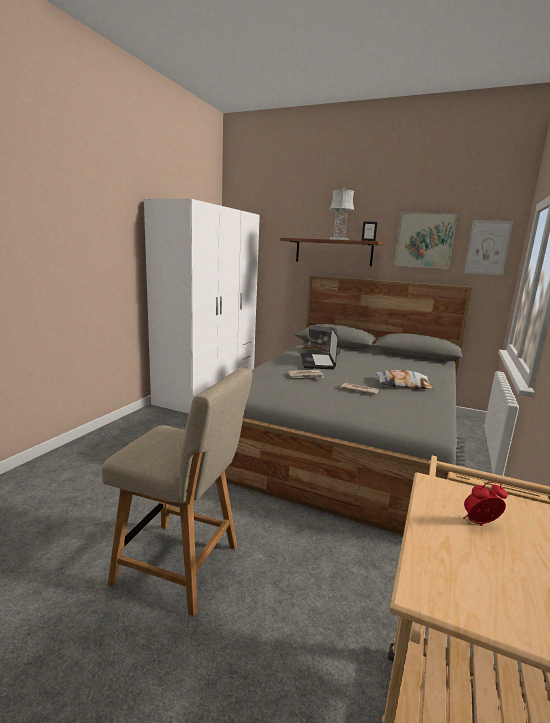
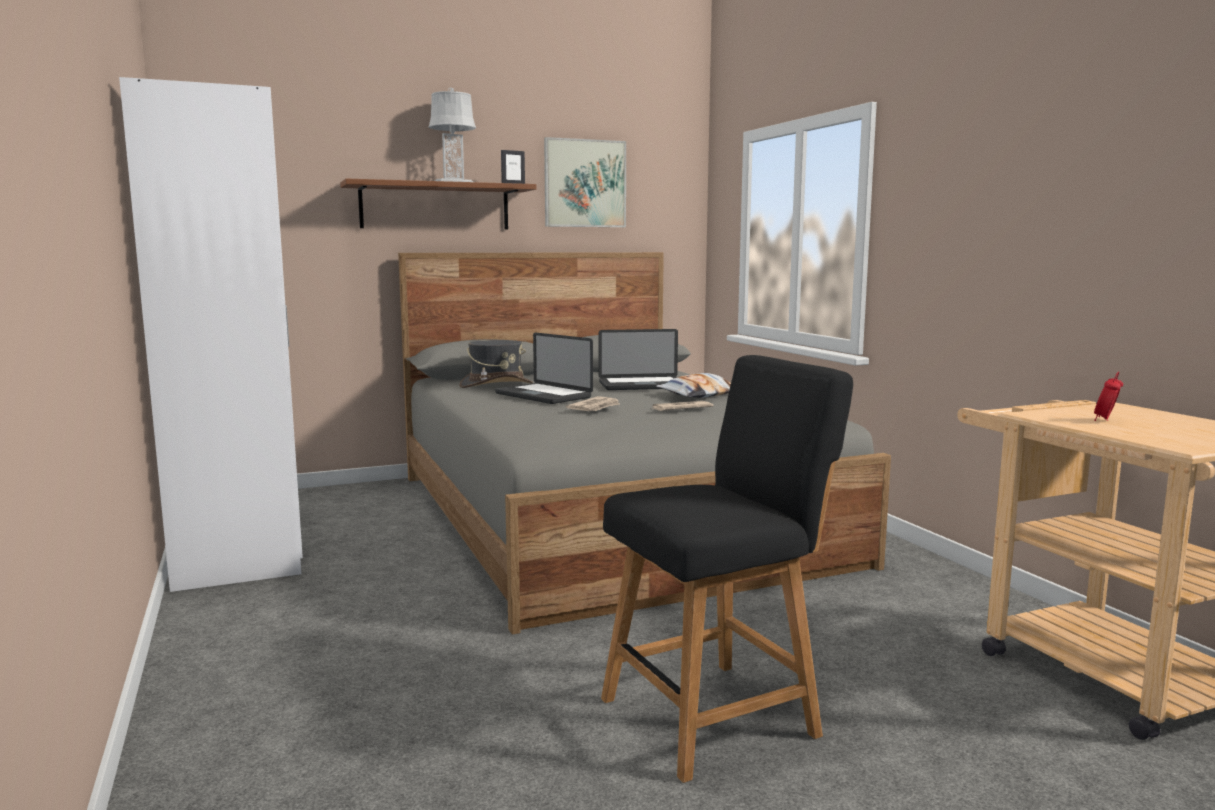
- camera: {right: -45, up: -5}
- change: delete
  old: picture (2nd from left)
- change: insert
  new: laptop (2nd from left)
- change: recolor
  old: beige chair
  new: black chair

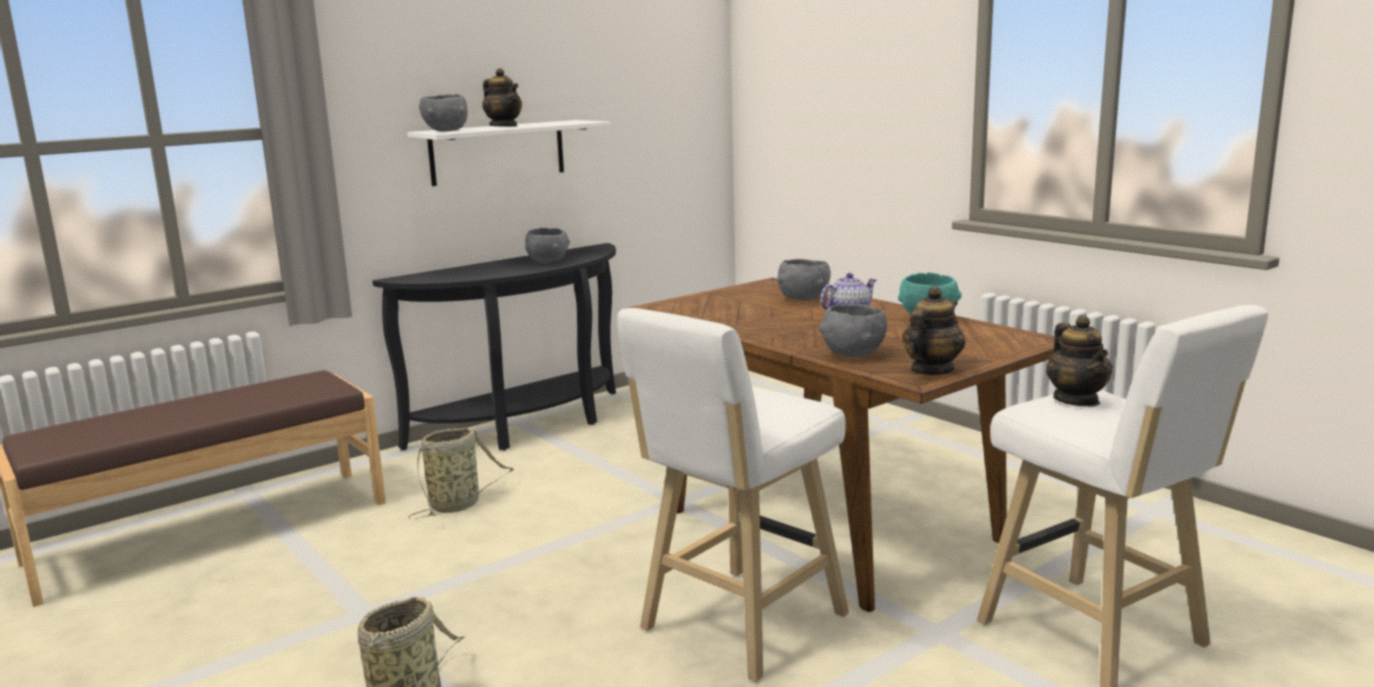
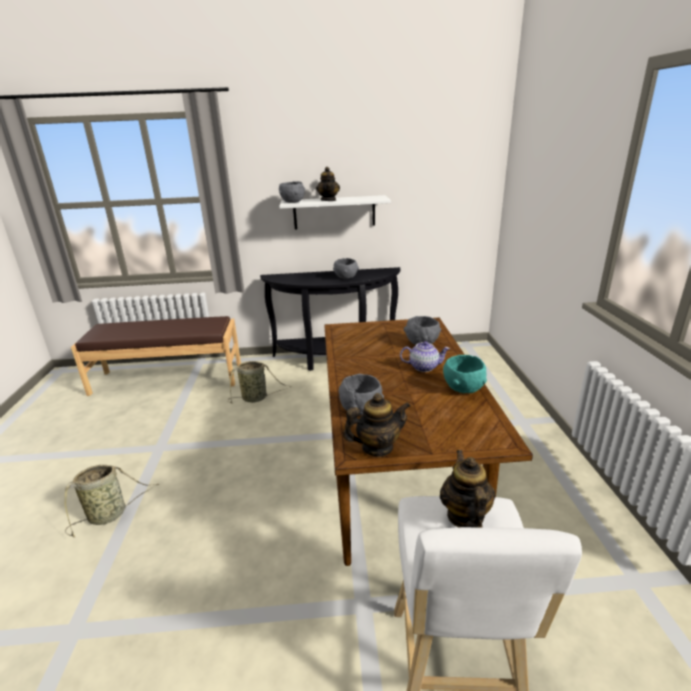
- camera: {right: 35, up: 10}
- change: delete
  old: white stool (1st from left)
- change: rotate
  old: teapot (4th from left)
  degrees: 150

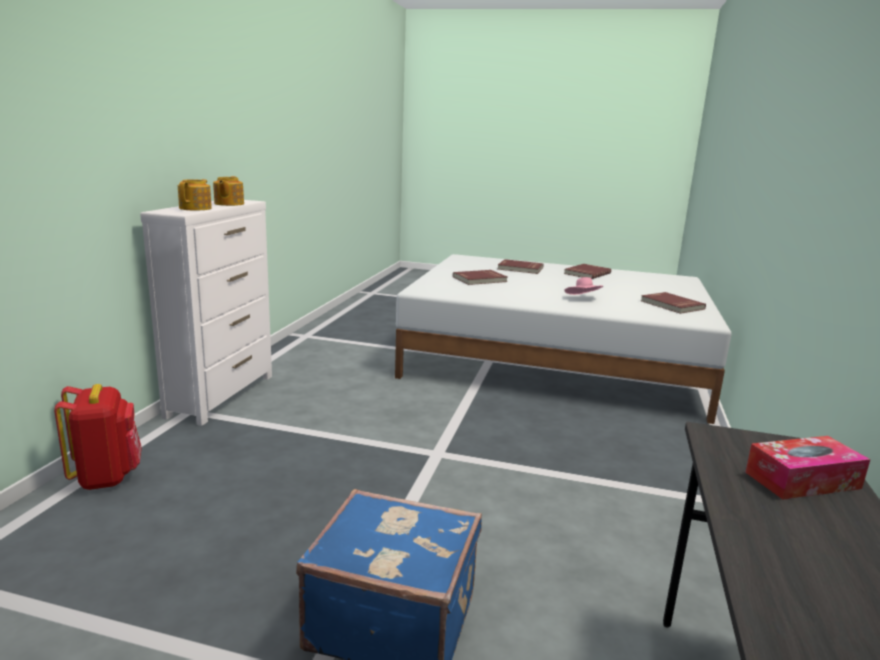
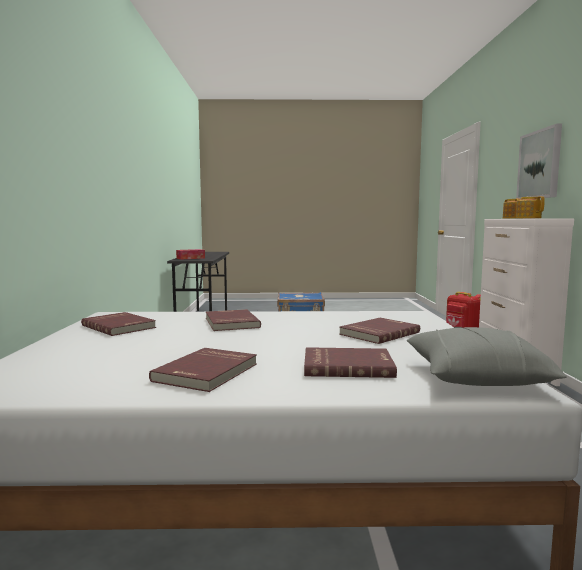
- camera: {right: 165, up: -10}
- change: insert
  new: grey pillow
- change: insert
  new: picture
- change: replace
  old: pink hat
  new: red book (3rd from left)

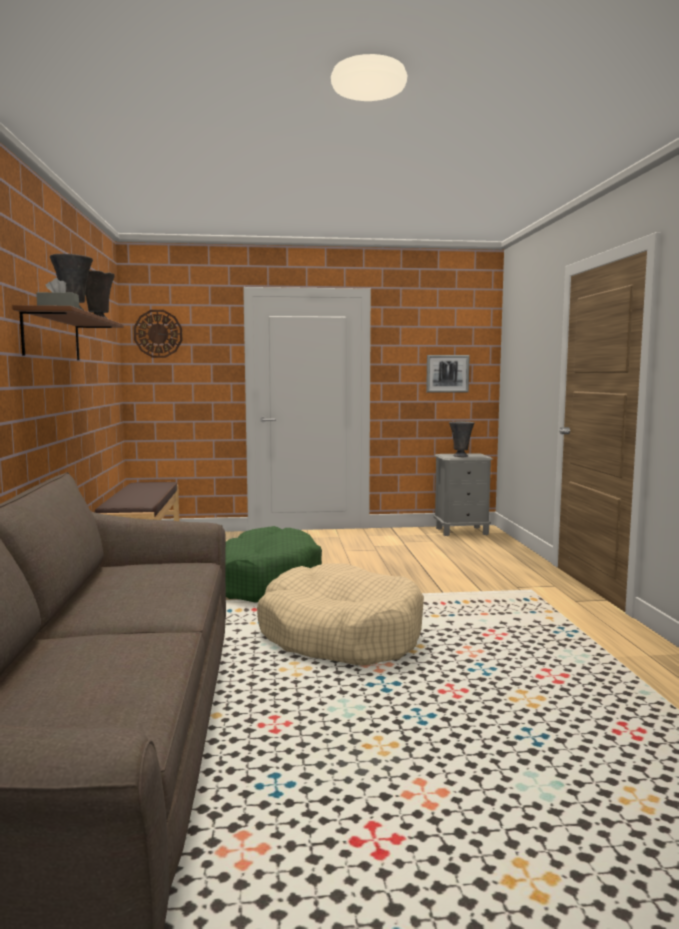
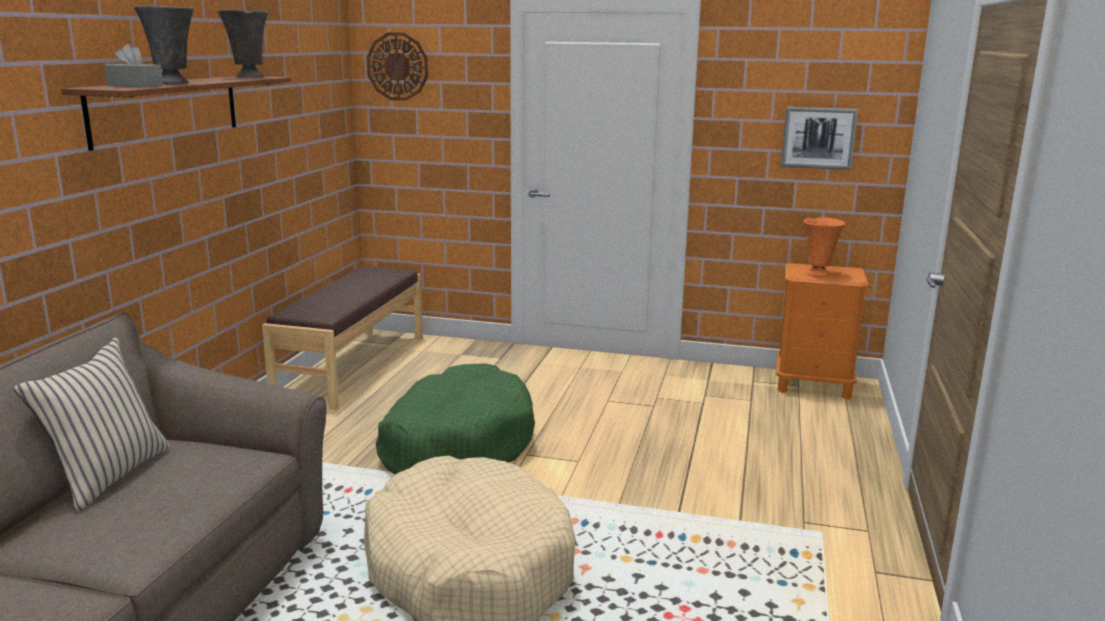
- camera: {right: 20, up: 10}
- change: insert
  new: beige pillow
- change: recolor
  old: grey nightstand
  new: orange nightstand
- change: recolor
  old: grey vase (3rd from left)
  new: orange vase

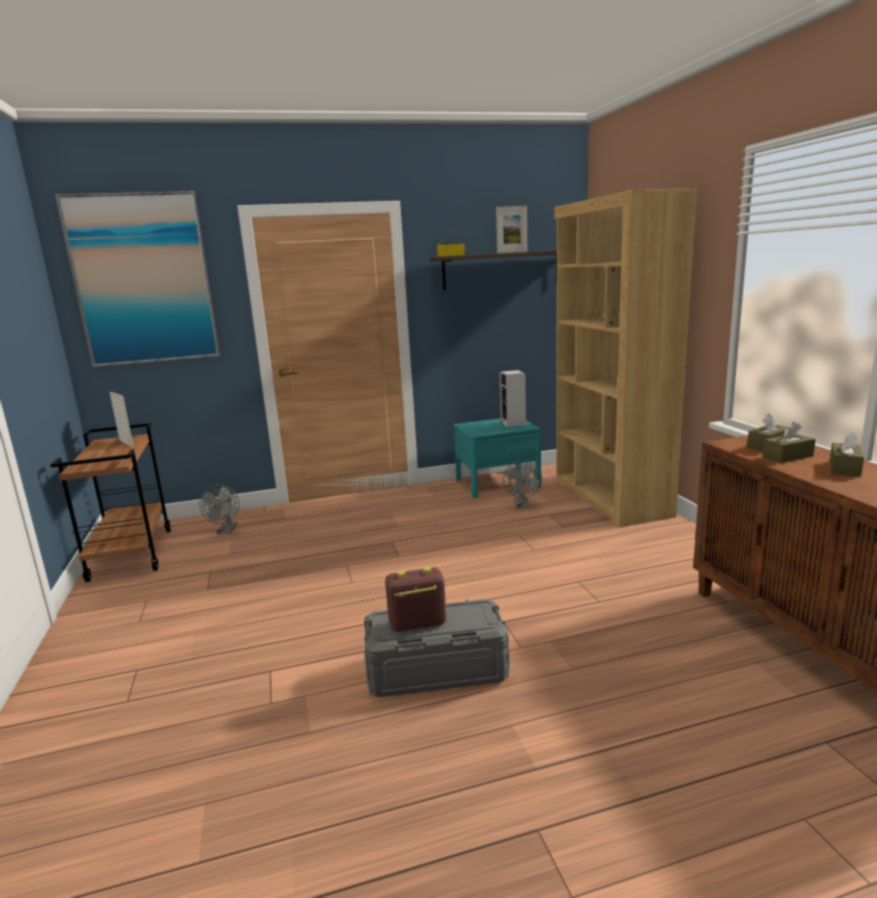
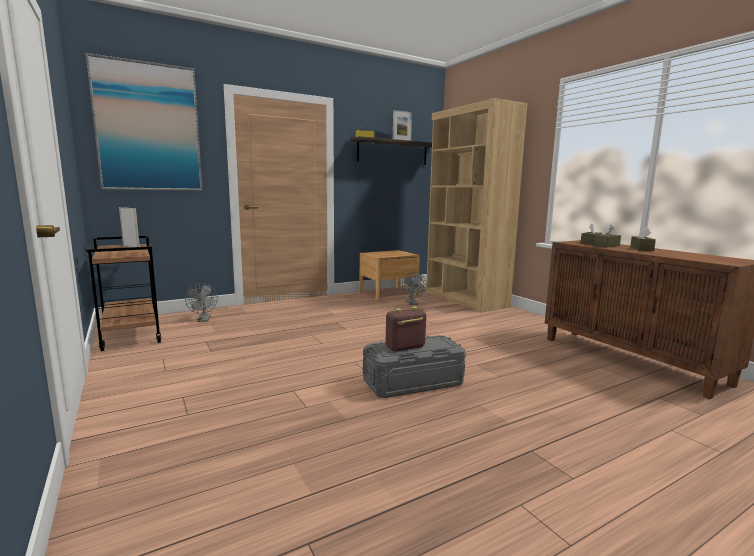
- camera: {right: -15, up: -5}
- change: delete
  old: speaker
- change: recolor
  old: turquoise nightstand
  new: brown nightstand

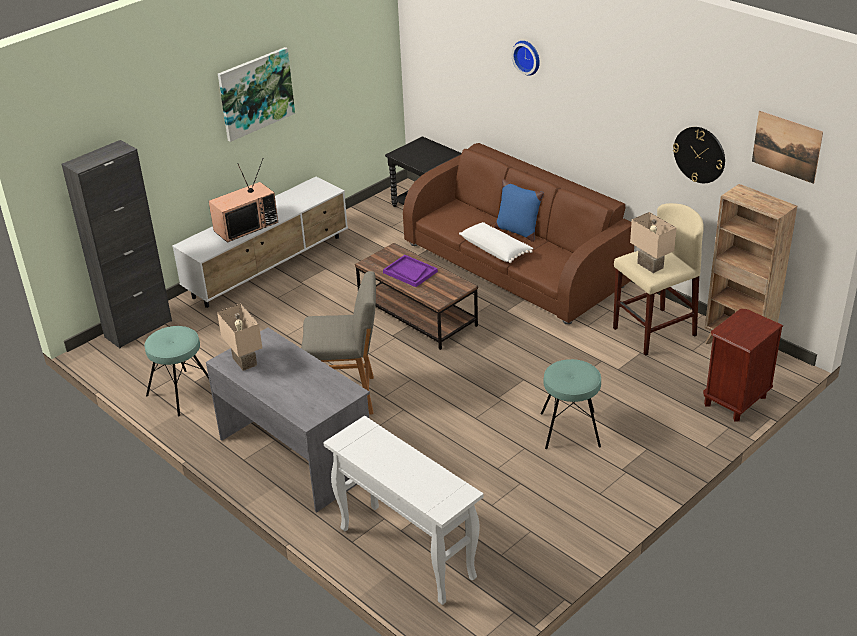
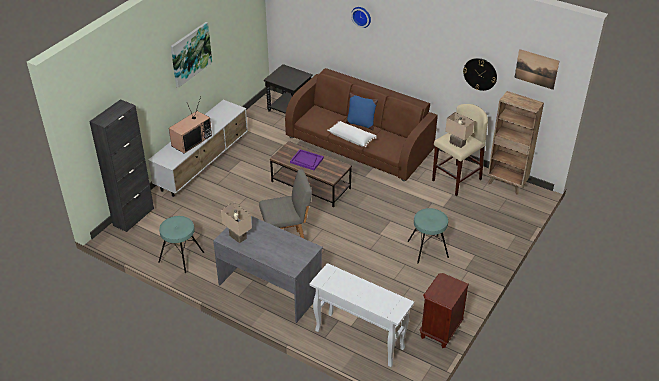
- camera: {right: -15, up: 5}
- change: move
  old: brown nightstand

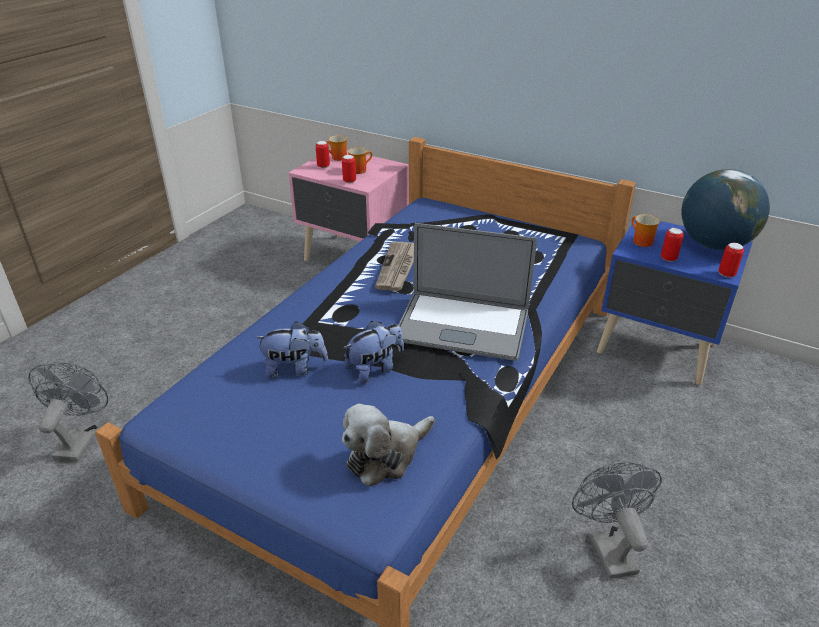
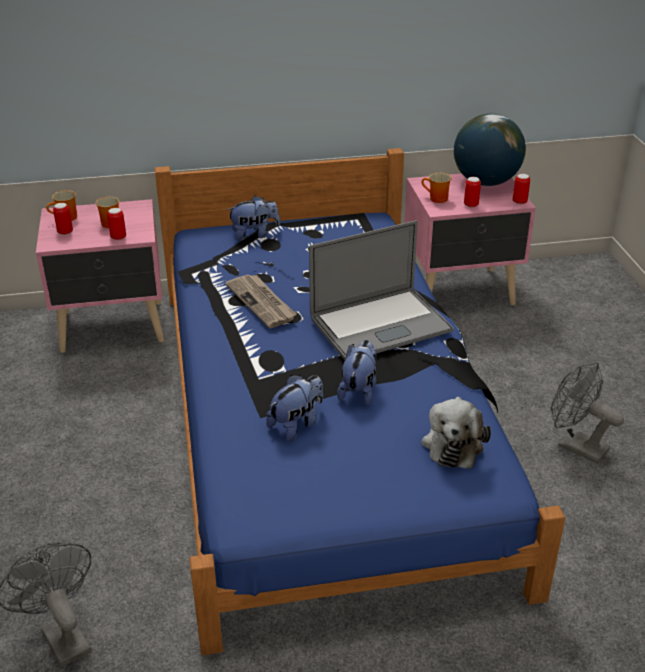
- camera: {right: -40, up: 0}
- change: insert
  new: plush toy (1st from left)
- change: recolor
  old: blue nightstand
  new: pink nightstand (2nd from left)

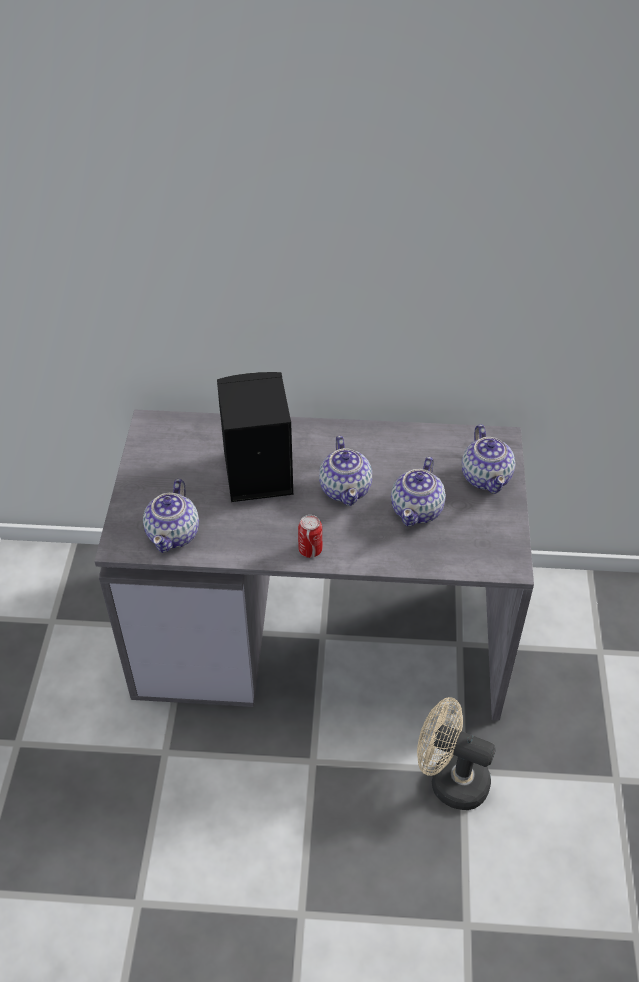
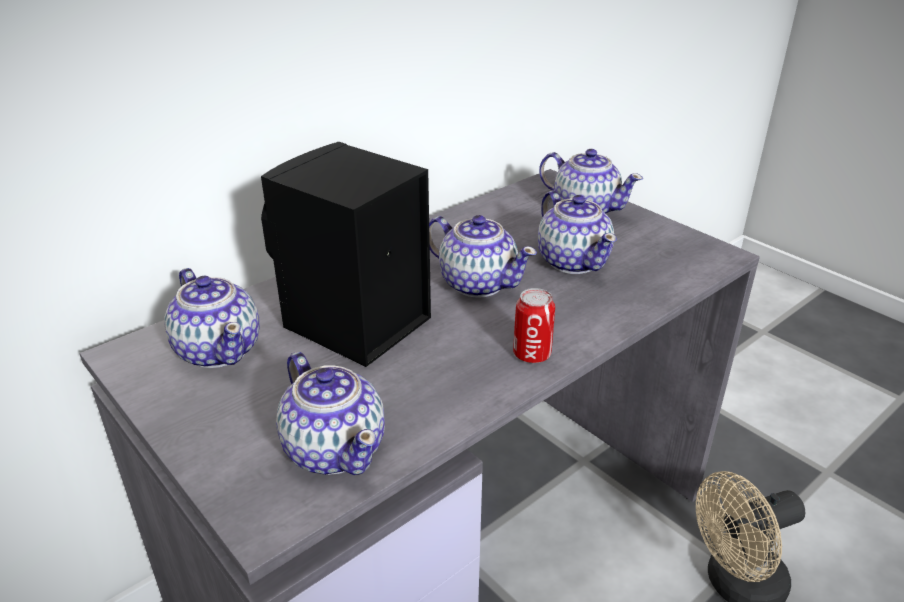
- camera: {right: -45, up: -15}
- change: insert
  new: teapot (1st from left)

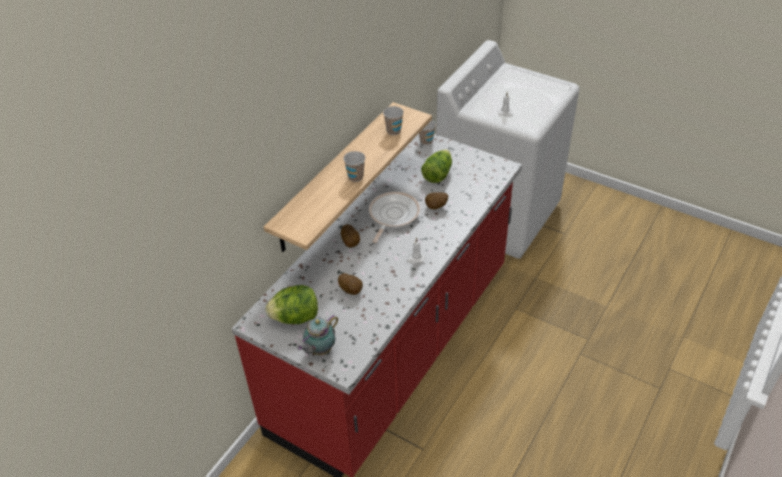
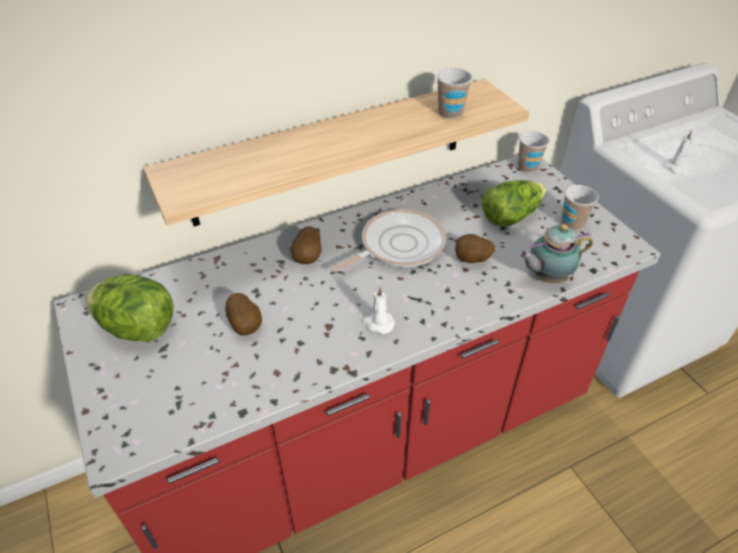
- camera: {right: 30, up: 0}
- change: move
  old: teapot
- change: move
  old: cup (1st from left in the first image)
  new: cup (3rd from left)

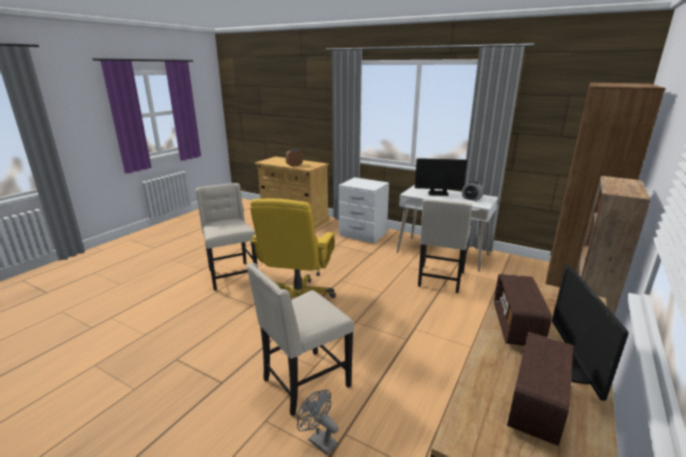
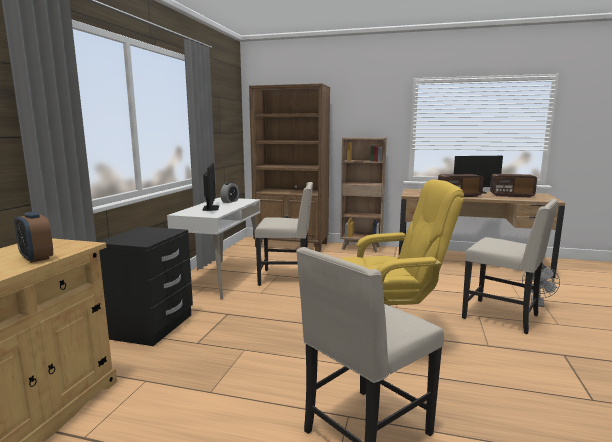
- camera: {right: -105, up: -10}
- change: recolor
  old: white nightstand
  new: black nightstand

